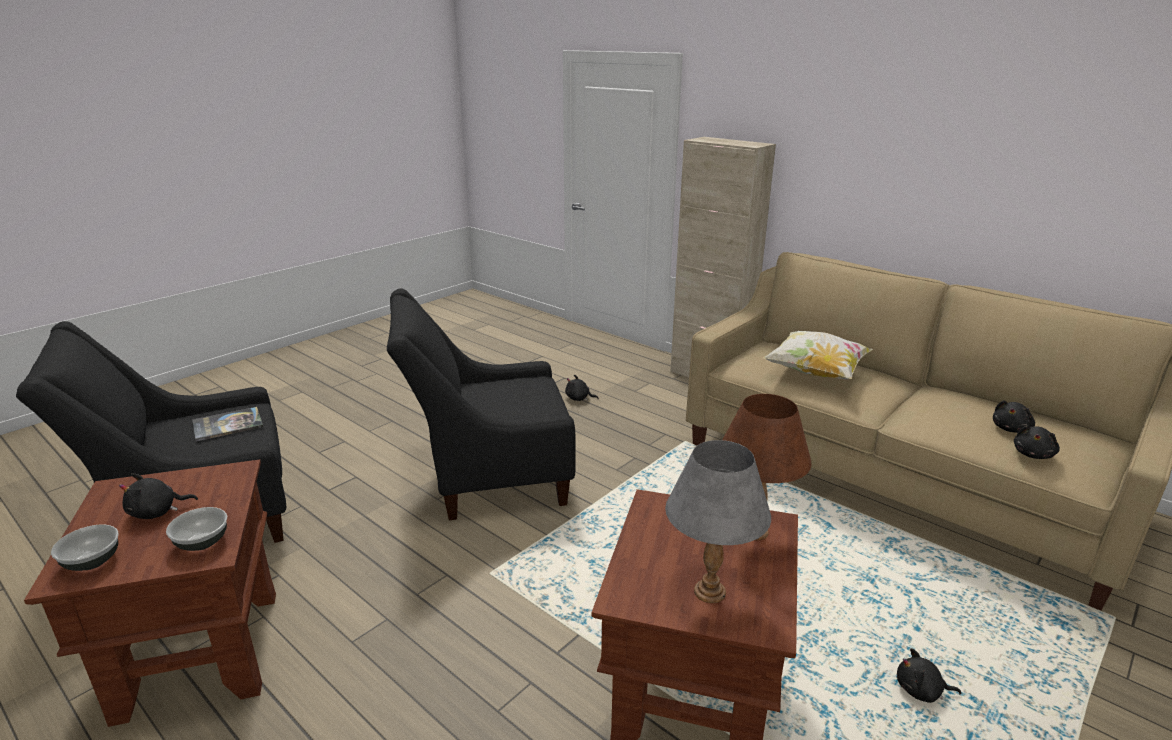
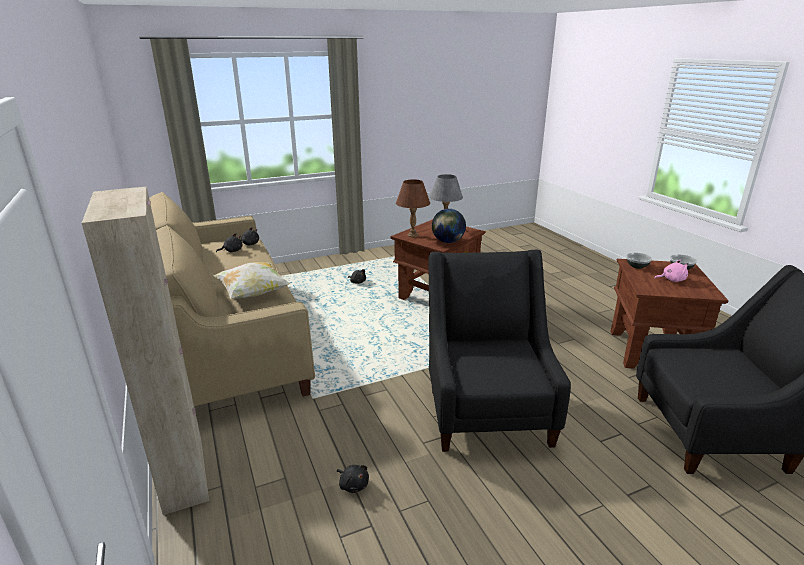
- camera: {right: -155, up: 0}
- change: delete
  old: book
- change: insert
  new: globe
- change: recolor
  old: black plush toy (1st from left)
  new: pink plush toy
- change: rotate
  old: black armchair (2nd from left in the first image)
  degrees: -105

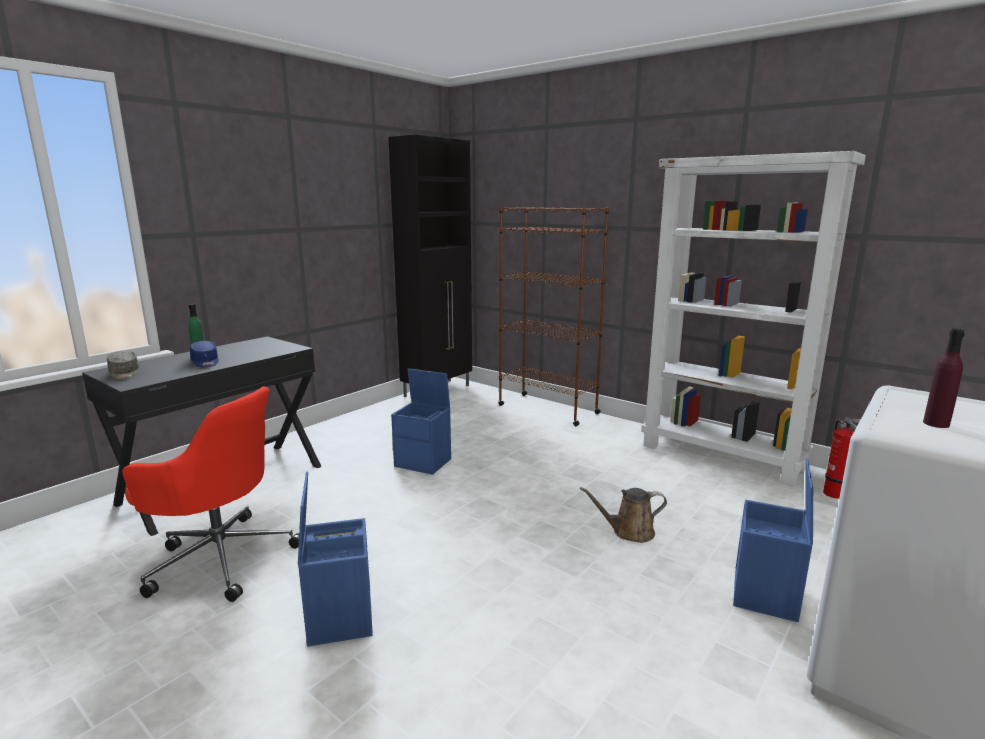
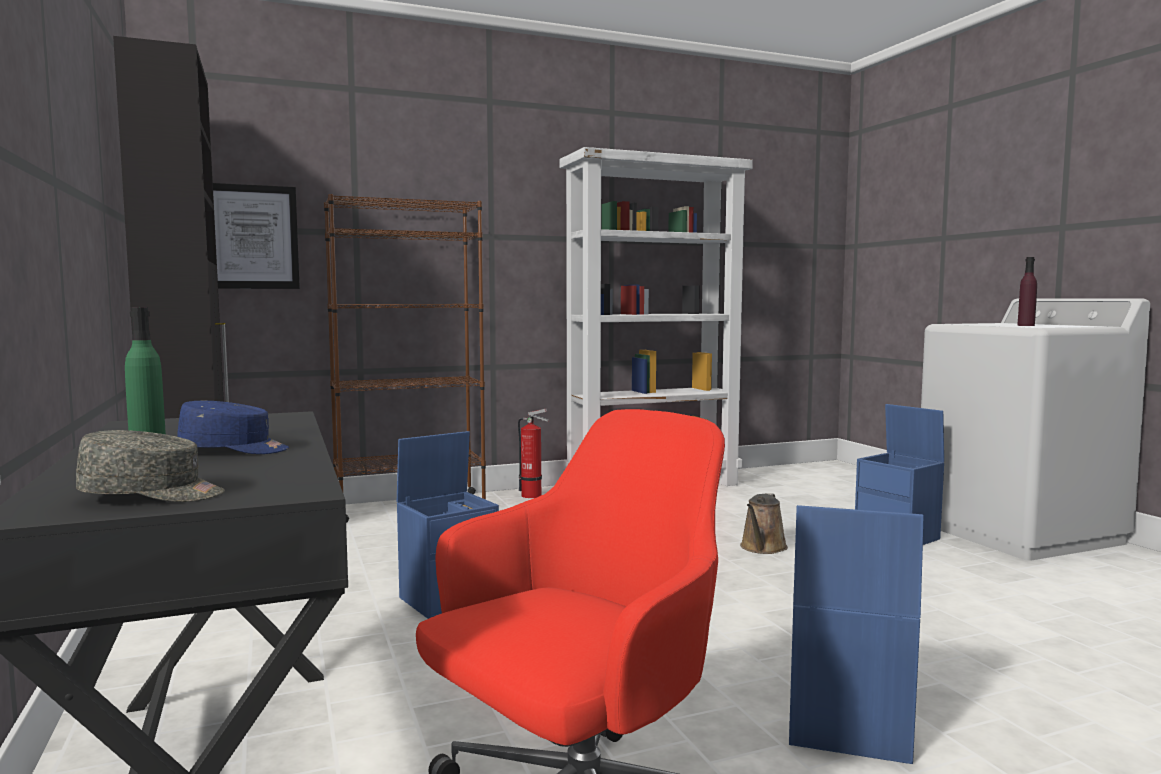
- camera: {right: -60, up: -10}
- change: insert
  new: picture
- change: move
  old: fire extinguisher

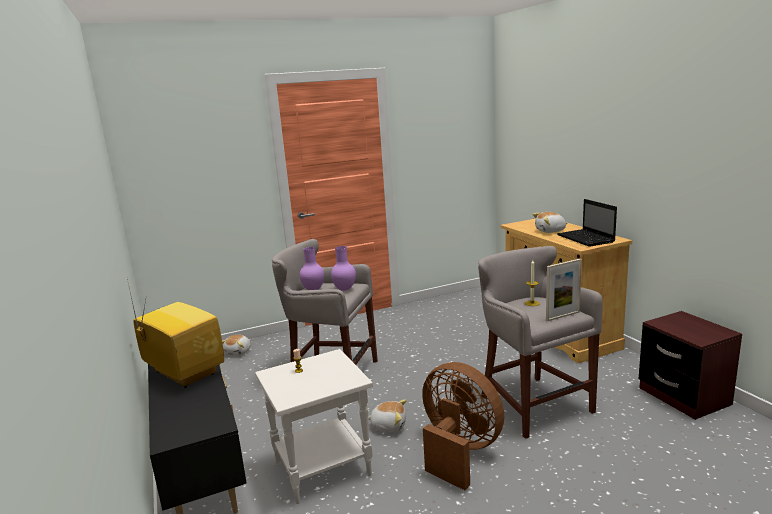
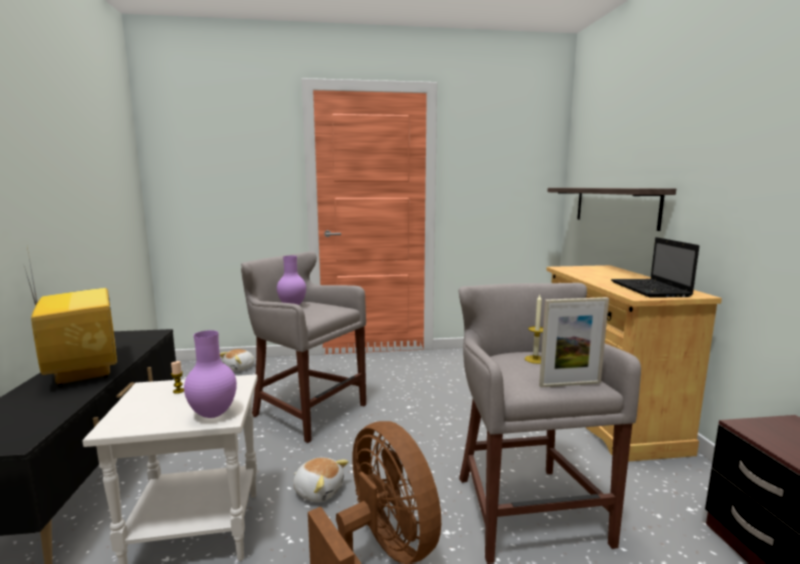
- camera: {right: 15, up: -5}
- change: delete
  old: plush toy (3rd from left)
- change: insert
  new: shelf
- change: move
  old: purple vase (2nd from left in the first image)
  new: purple vase (1st from left)

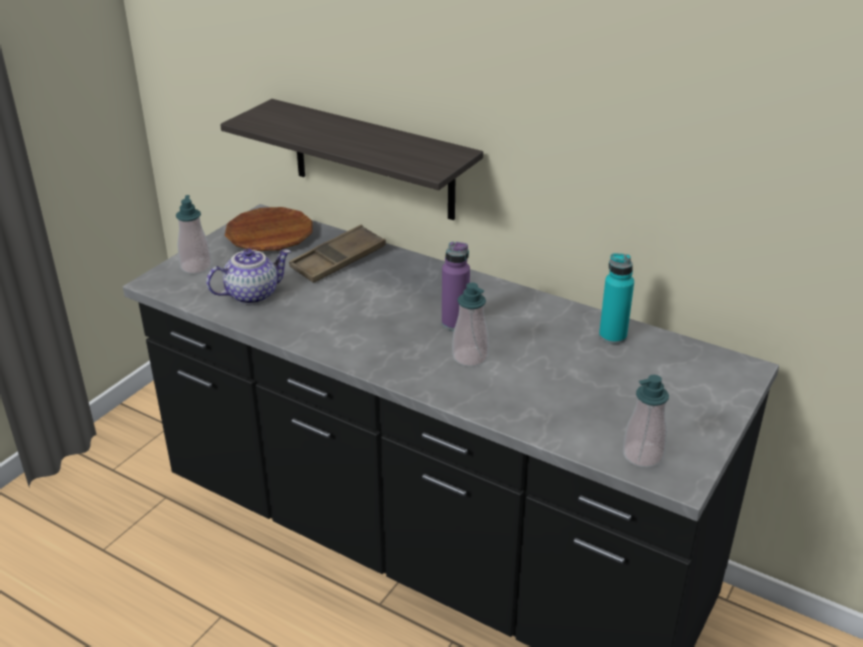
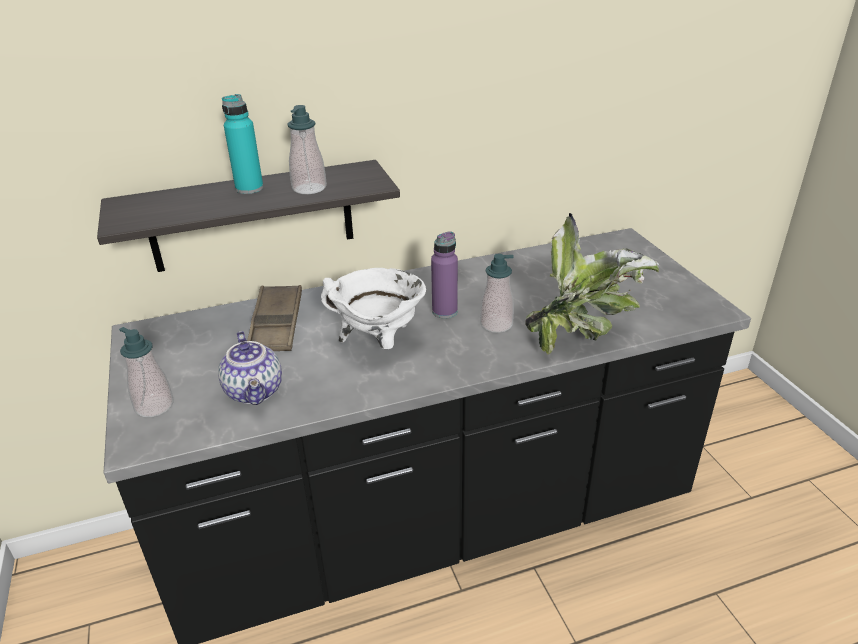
- camera: {right: -50, up: 0}
- change: delete
  old: brown plate
- change: insert
  new: white cooking pot
- change: insert
  new: potted plant
- change: move
  old: turquoise bottle
- change: move
  old: soap dispenser (3rd from left in the first image)
  new: soap dispenser (2nd from left)
- change: rotate
  old: teapot
  degrees: 150

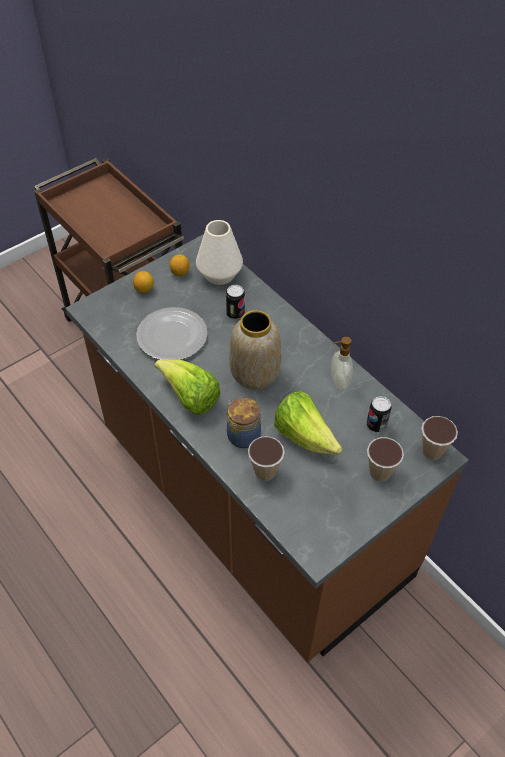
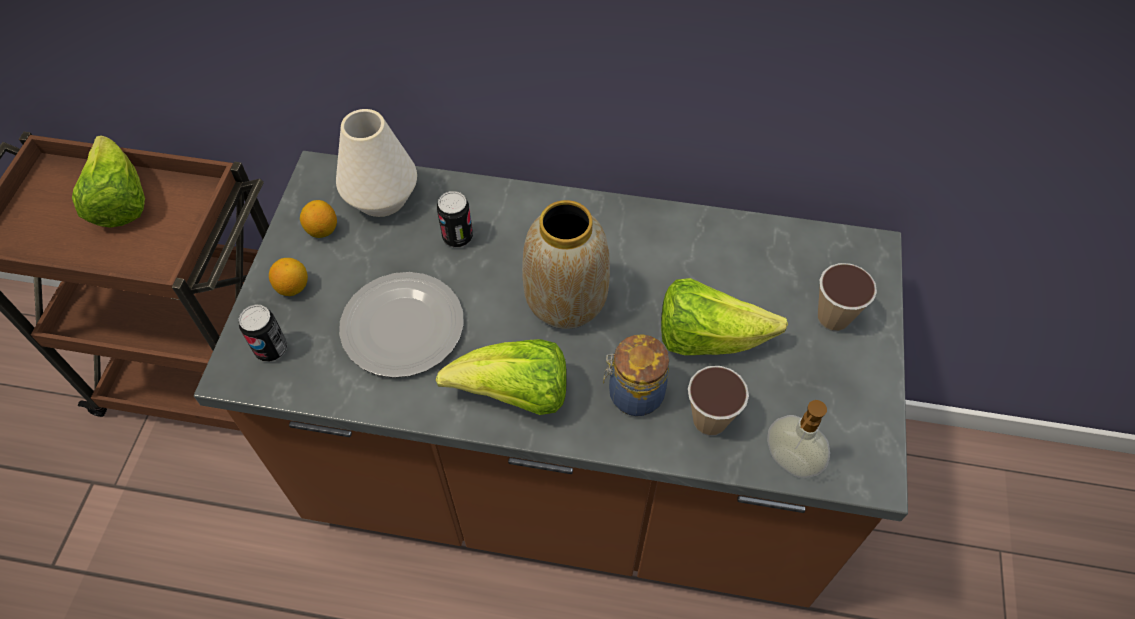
- camera: {right: -40, up: 5}
- change: delete
  old: cup (3rd from left)
- change: insert
  new: lettuce (1st from left)
- change: move
  old: soap dispenser
- change: move
  old: can (2nd from left in the first image)
  new: can (1st from left)

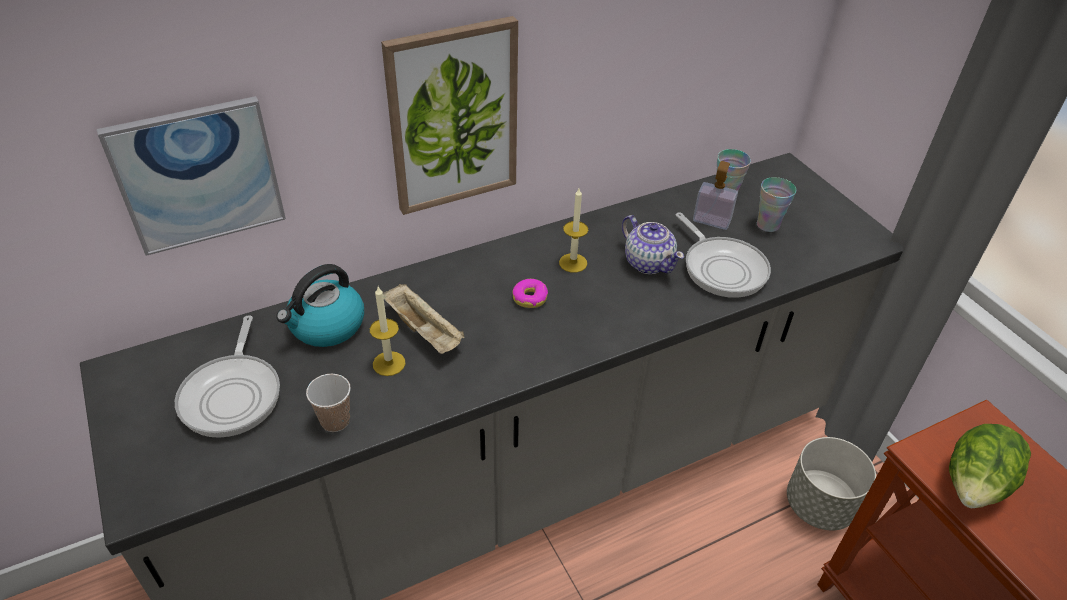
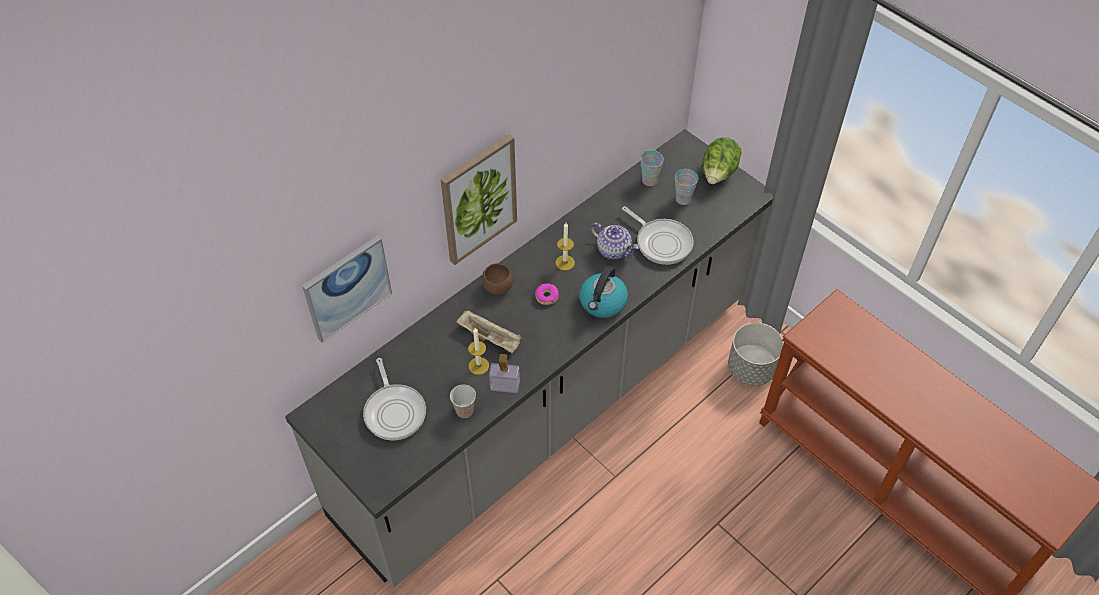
- camera: {right: -15, up: 10}
- change: insert
  new: brown bowl
- change: move
  old: kettle
- change: move
  old: soap dispenser
- change: move
  old: lettuce

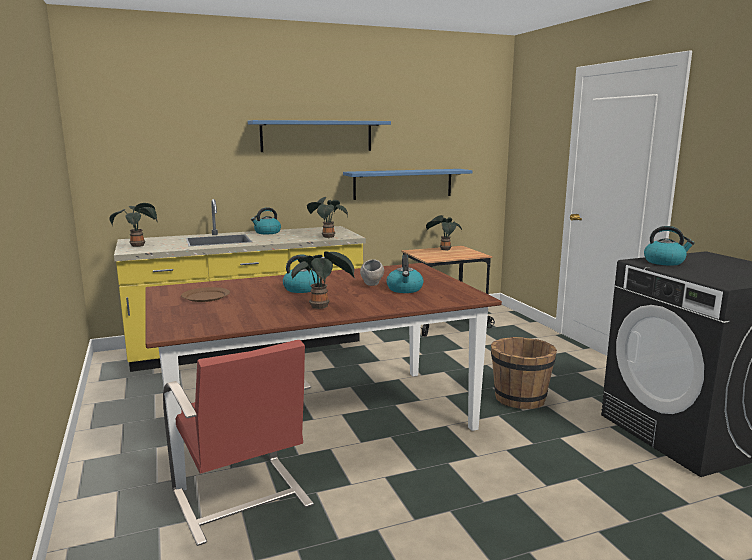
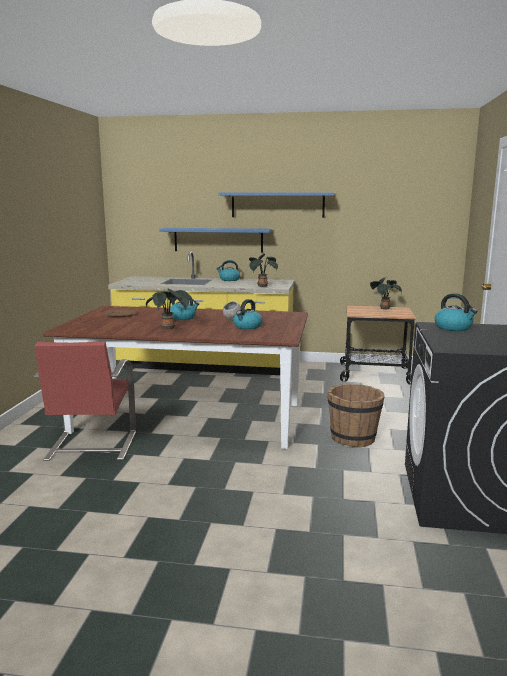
- camera: {right: 30, up: 0}
- change: delete
  old: potted plant (1st from left)
- change: move
  old: blue shelf (2nd from left in the first image)
  new: blue shelf (1st from left)

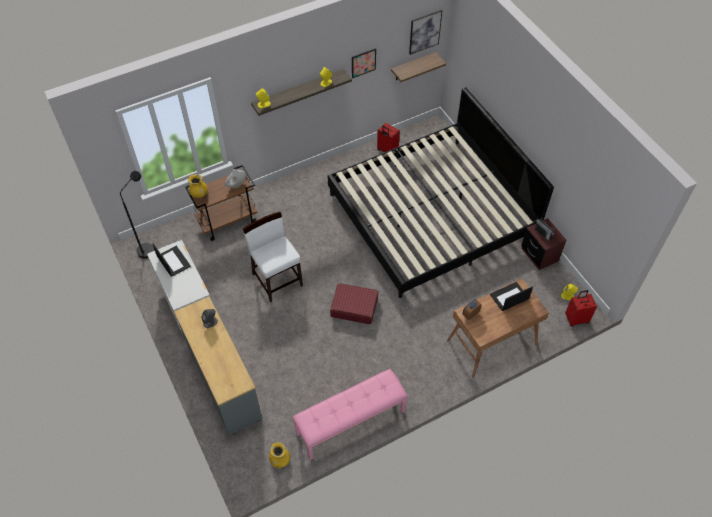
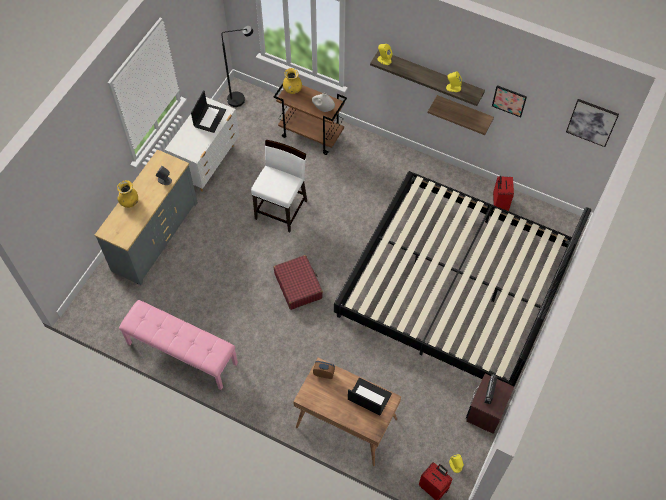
- camera: {right: 55, up: 5}
- change: move
  old: yellow vase (2nd from left in the first image)
  new: yellow vase (1st from left)
- change: move
  old: shelf (2nd from left)

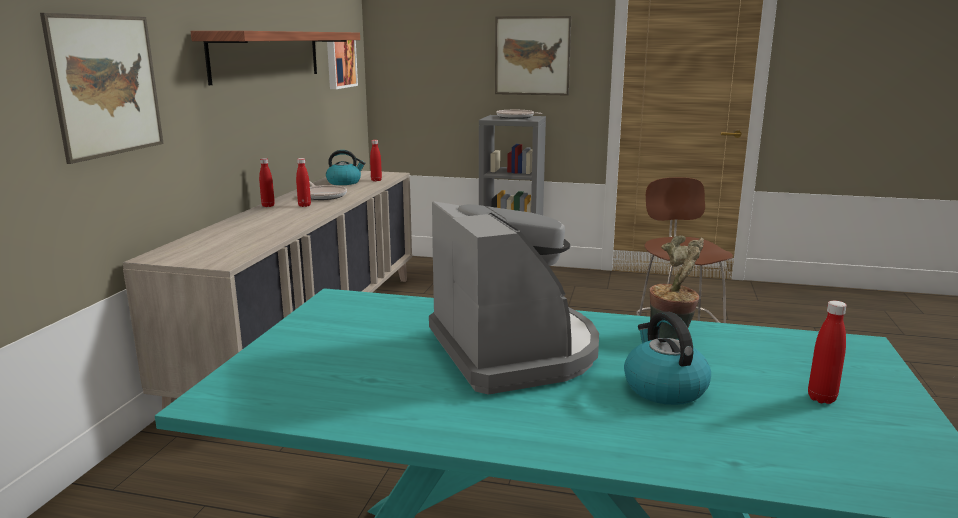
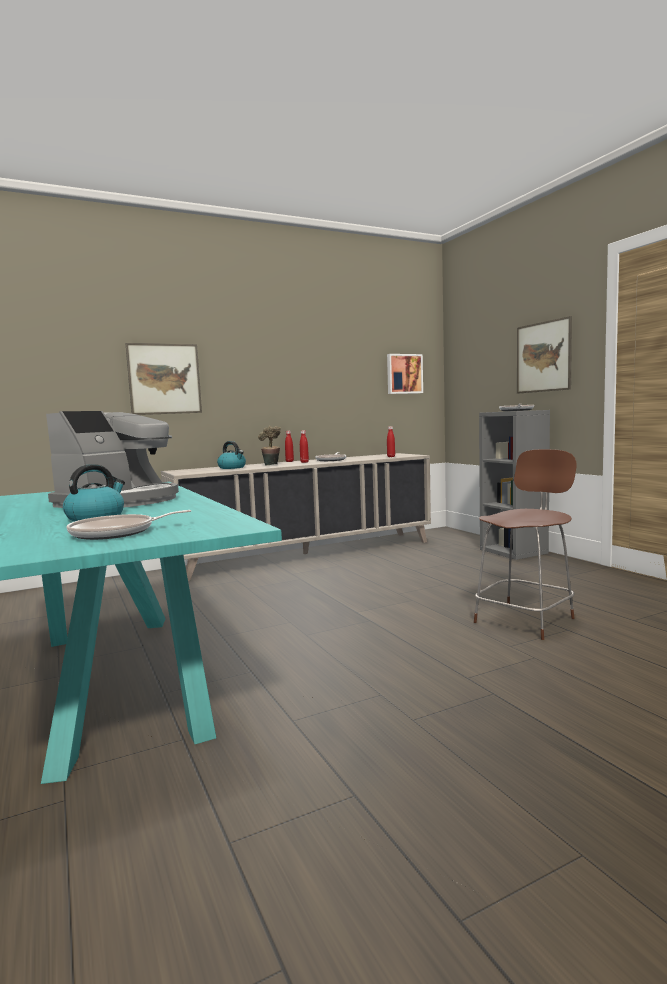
- camera: {right: 50, up: -10}
- change: delete
  old: shelf
- change: move
  old: kettle (1st from left in the first image)
  new: kettle (2nd from left)
- change: move
  old: potted plant
- change: replace
  old: red bottle (4th from left)
  new: frying pan (1st from left)

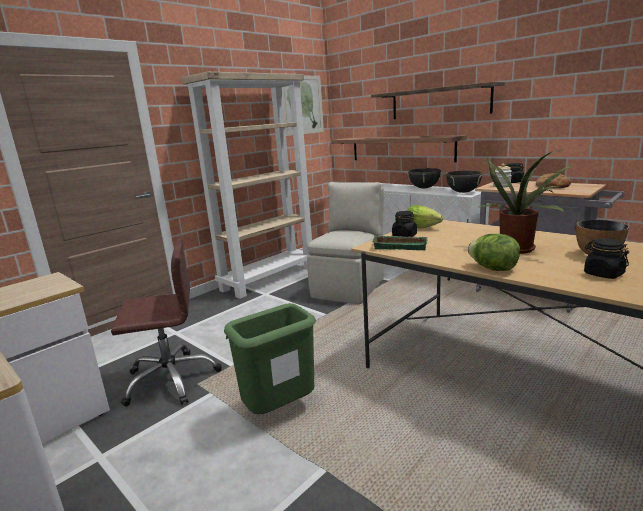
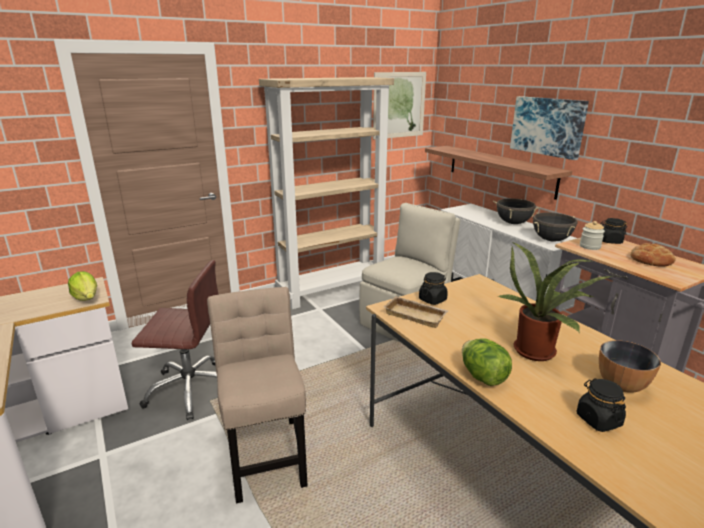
- camera: {right: 15, up: 5}
- change: move
  old: lettuce (1st from left)
- change: replace
  old: green trash can
  new: beige chair (1st from left)
- change: replace
  old: shelf (2nd from left)
  new: picture (2nd from left)
- change: recolor
  old: green tray
  new: beige tray

